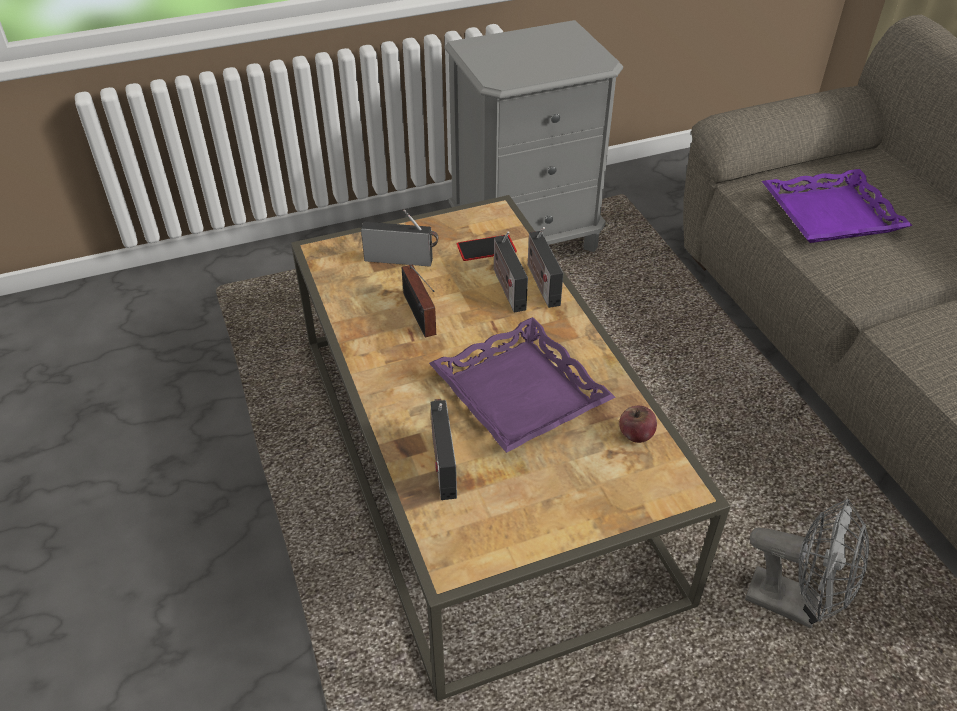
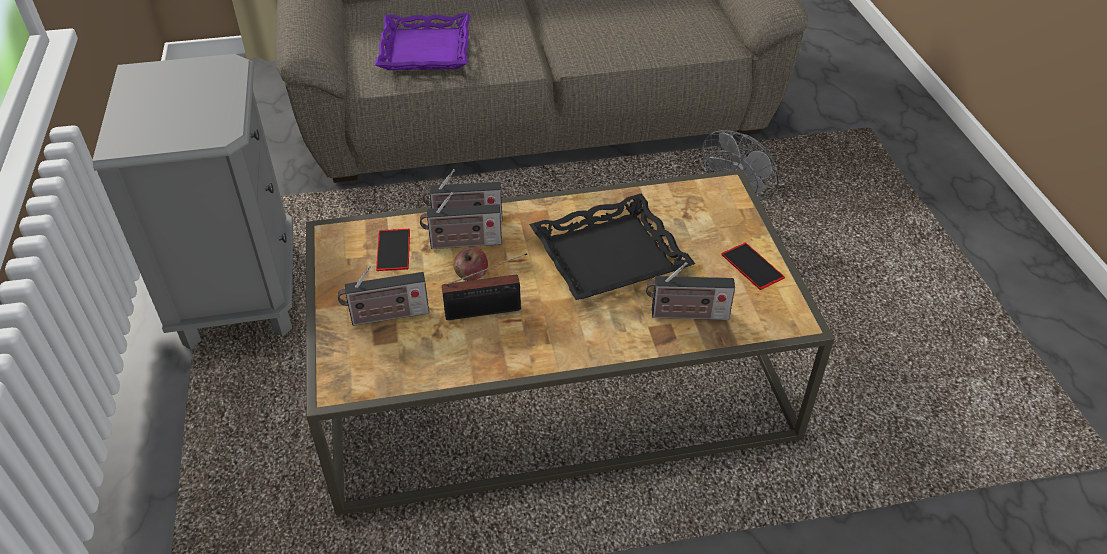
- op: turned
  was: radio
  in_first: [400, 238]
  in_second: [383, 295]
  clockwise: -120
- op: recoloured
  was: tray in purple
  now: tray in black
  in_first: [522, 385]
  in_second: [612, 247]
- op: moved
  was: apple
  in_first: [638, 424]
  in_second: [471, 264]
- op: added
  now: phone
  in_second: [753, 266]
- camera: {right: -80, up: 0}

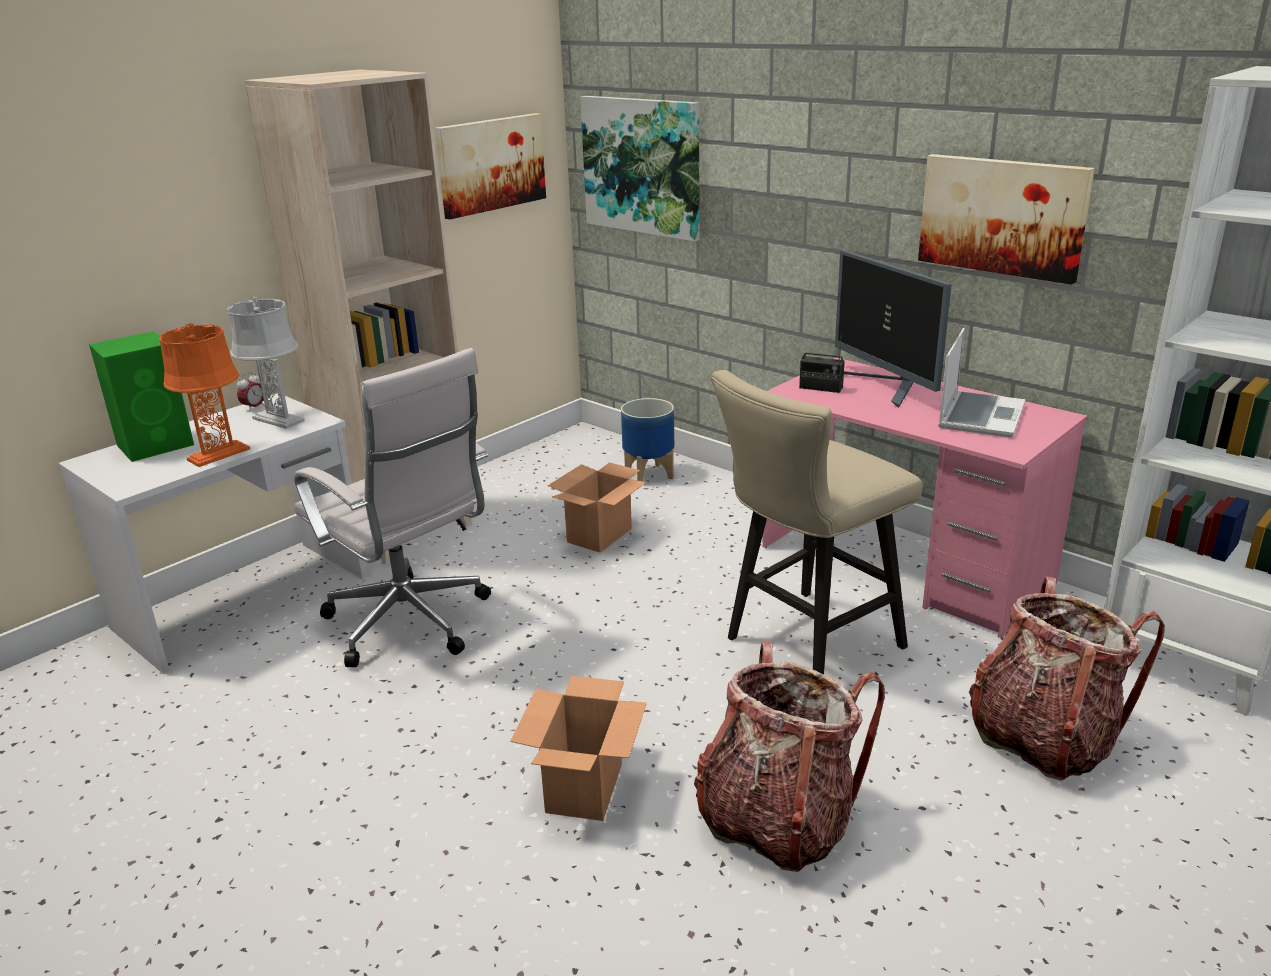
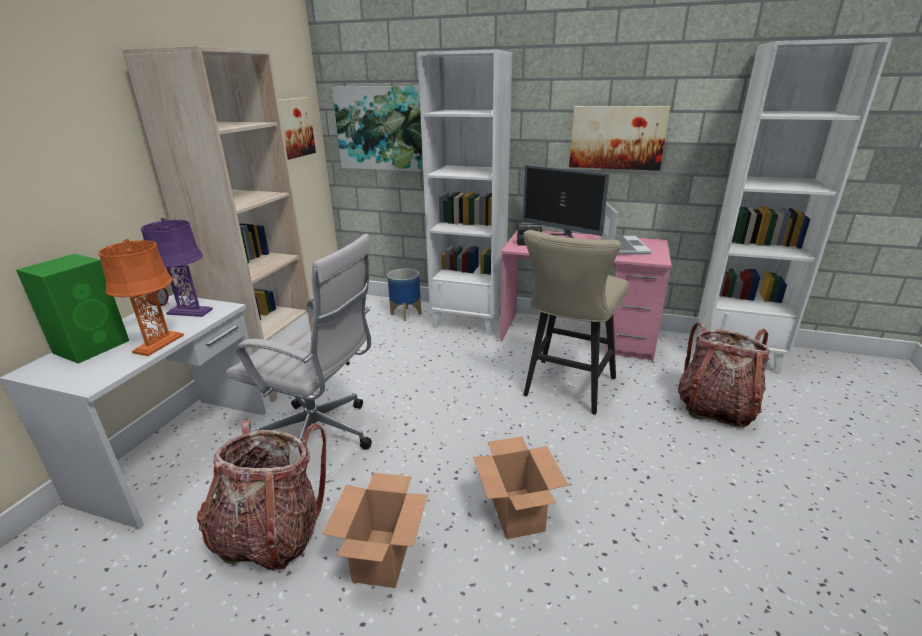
- op: recoloured
  was: table lamp in grey
  now: table lamp in purple
  in_first: [266, 363]
  in_second: [177, 267]
- op: moved
  was: cardboard box
  in_first: [597, 507]
  in_second: [375, 530]
- op: moved
  was: backpack
  in_first: [789, 757]
  in_second: [261, 495]
- op: added
  now: bookcase in white
  in_second: [465, 192]
- camera: {right: -25, up: 0}

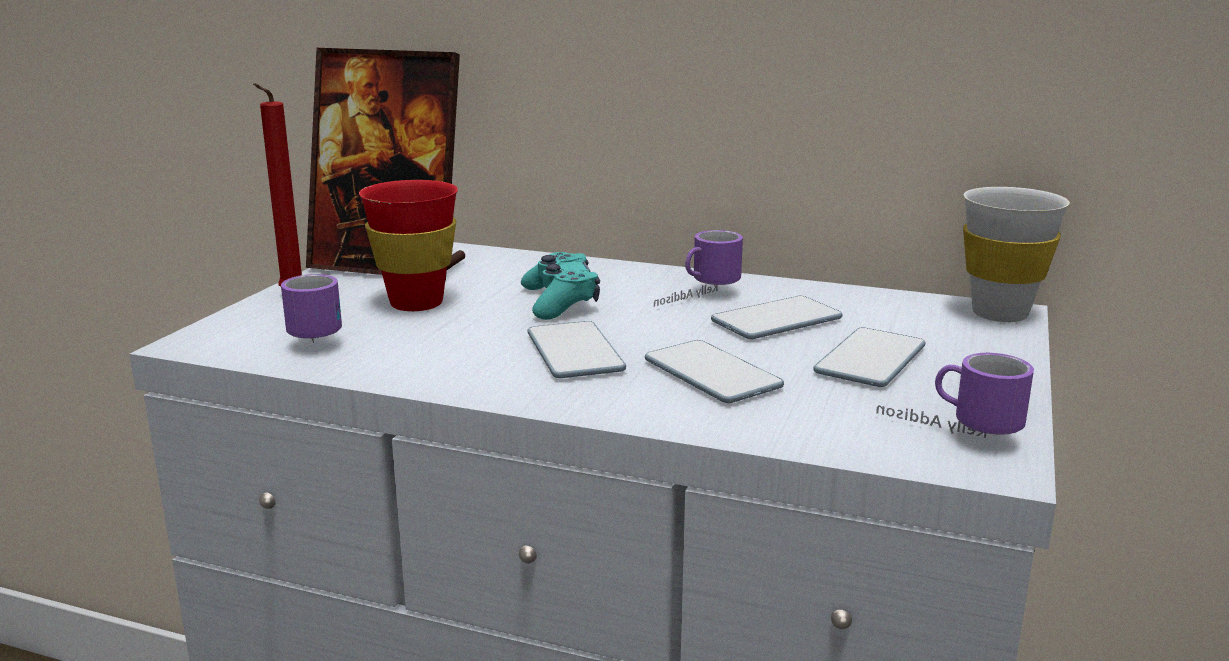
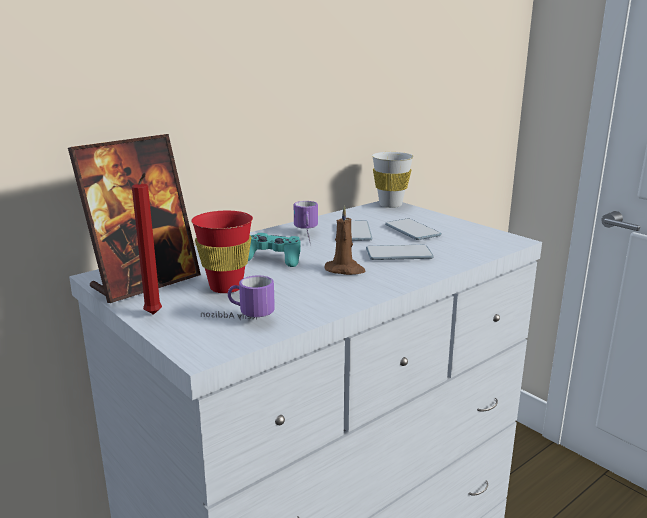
- op: replaced
  was: phone
  now: candle in brown
  in_first: [577, 349]
  in_second: [345, 240]
- op: removed
  was: mug
  in_first: [955, 395]
- camera: {right: -60, up: 0}

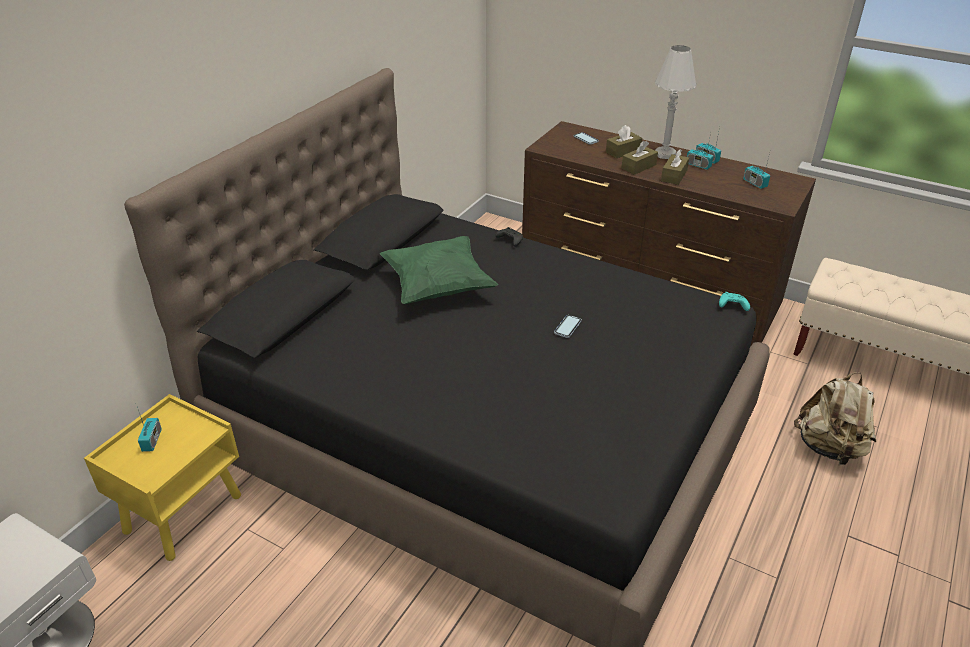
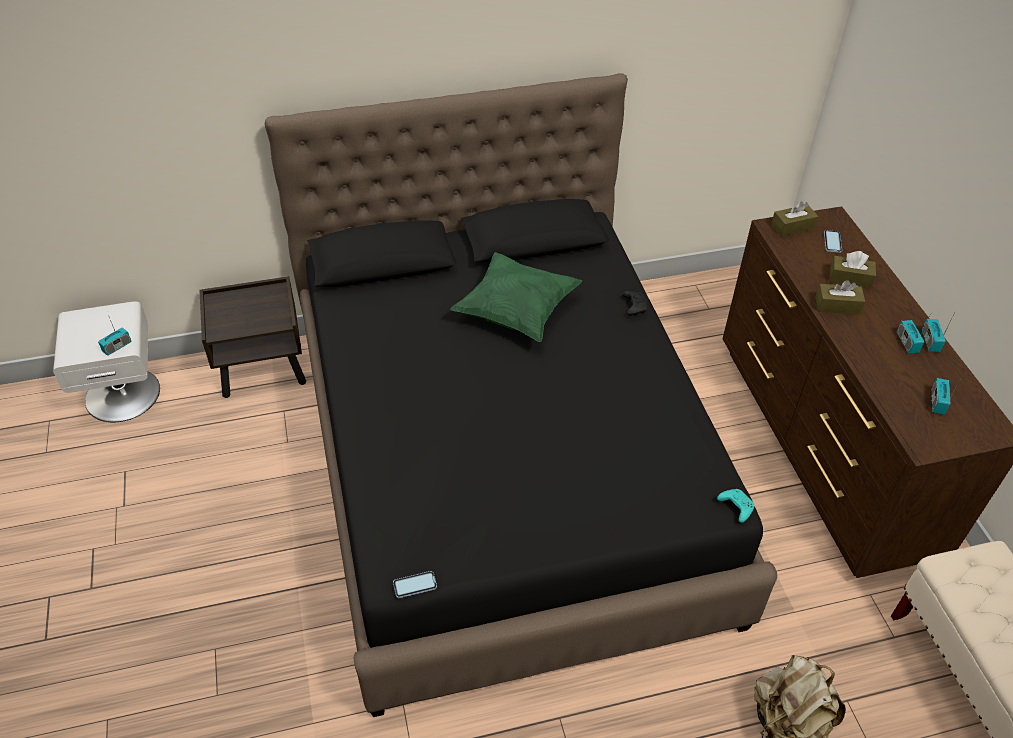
- op: recoloured
  was: nightstand in yellow
  now: nightstand in brown
  in_first: [162, 477]
  in_second: [253, 337]
- op: moved
  was: radio
  in_first: [149, 429]
  in_second: [114, 336]
- op: moved
  was: phone
  in_first: [568, 326]
  in_second: [415, 584]
- op: removed
  was: table lamp in white
  in_first: [676, 102]
- op: moved
  was: tissue box in brown
  in_first: [675, 167]
  in_second: [794, 219]
- camera: {right: 45, up: 10}

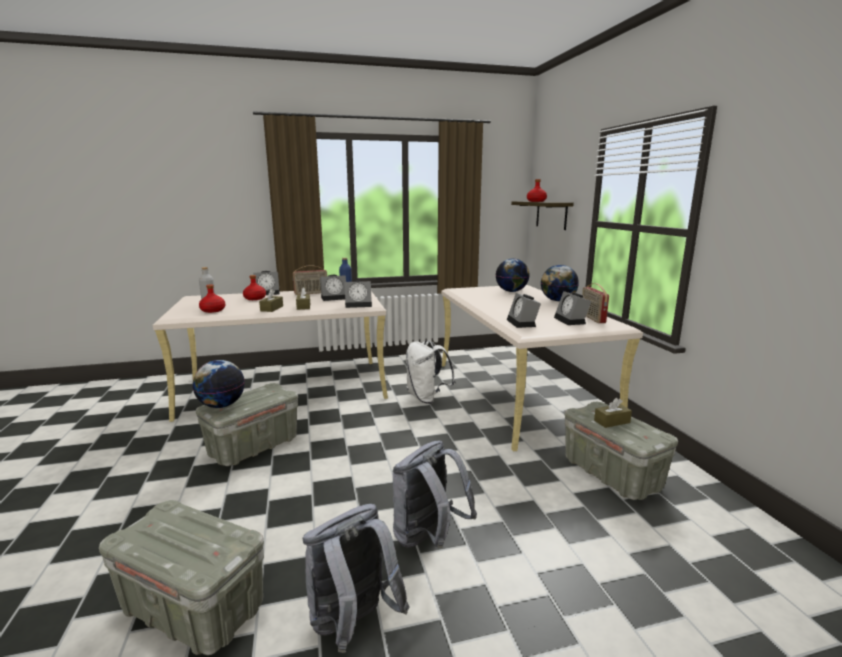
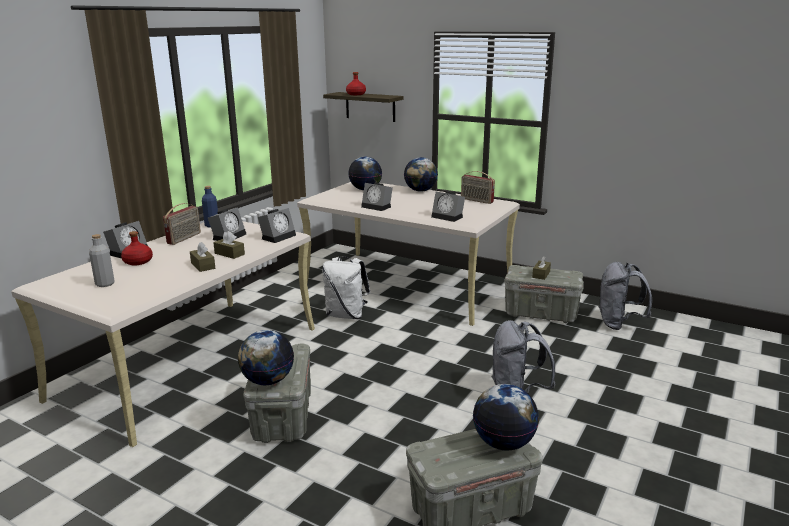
- op: removed
  was: bottle in red
  in_first: [212, 298]
- op: moved
  was: backpack in grey
  in_first: [356, 578]
  in_second: [625, 296]
- op: moved
  was: alarm clock
  in_first: [572, 308]
  in_second: [377, 197]
- op: added
  now: globe
  in_second: [506, 417]
- camera: {right: -45, up: 5}

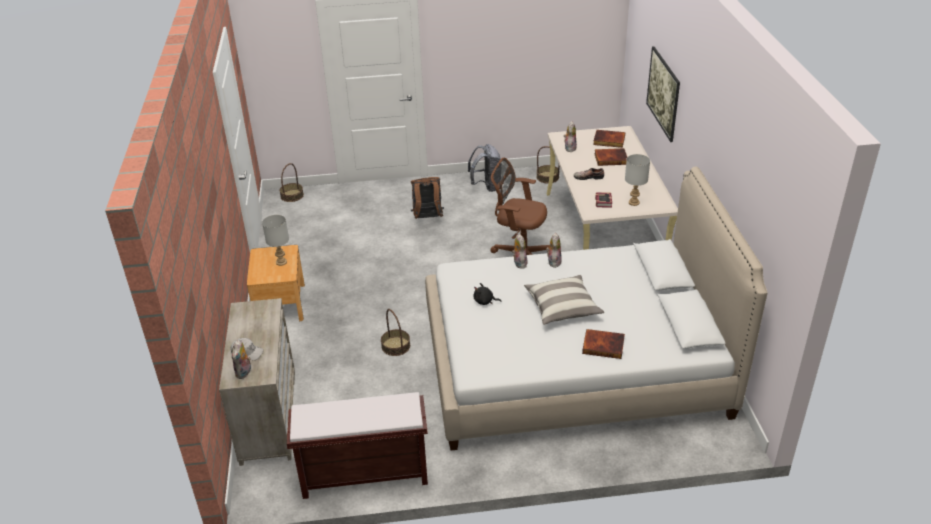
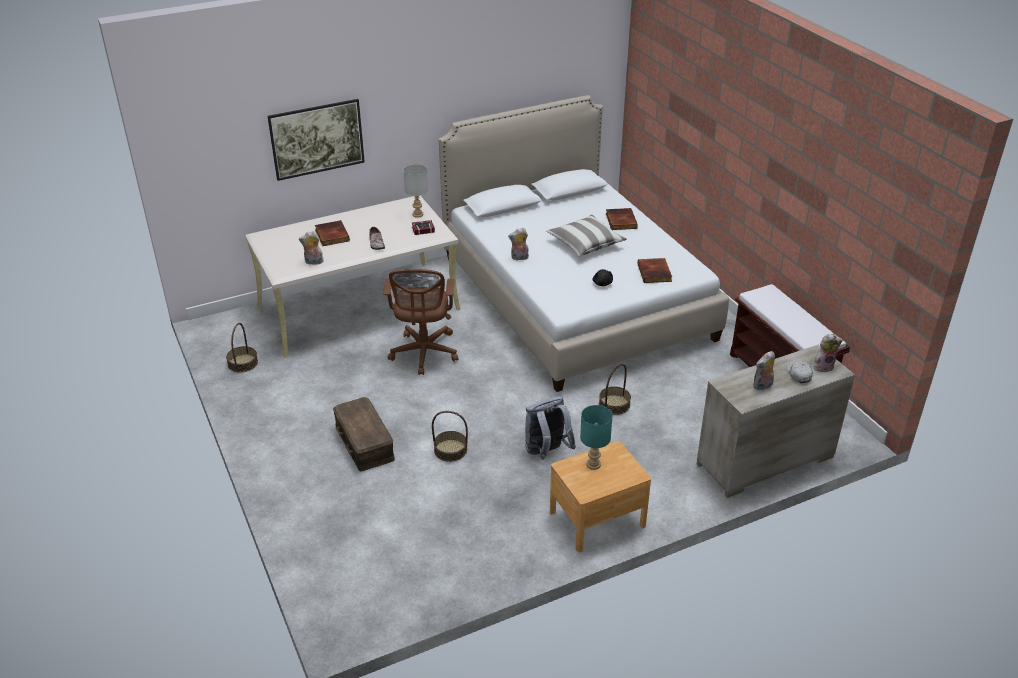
- op: recoloured
  was: table lamp in grey
  now: table lamp in turquoise
  in_first: [275, 240]
  in_second: [596, 437]
- op: moved
  was: basket
  in_first: [291, 182]
  in_second: [450, 436]
- op: replaced
  was: backpack in brown
  now: storage box in brown
  in_first: [427, 198]
  in_second: [364, 434]
- op: moved
  was: backpack in grey
  in_first: [485, 168]
  in_second: [550, 428]
- op: moved
  was: plush toy
  in_first: [519, 251]
  in_second: [764, 370]
- op: moved
  was: book
  in_first: [609, 139]
  in_second: [654, 270]
- camera: {right: -110, up: 0}

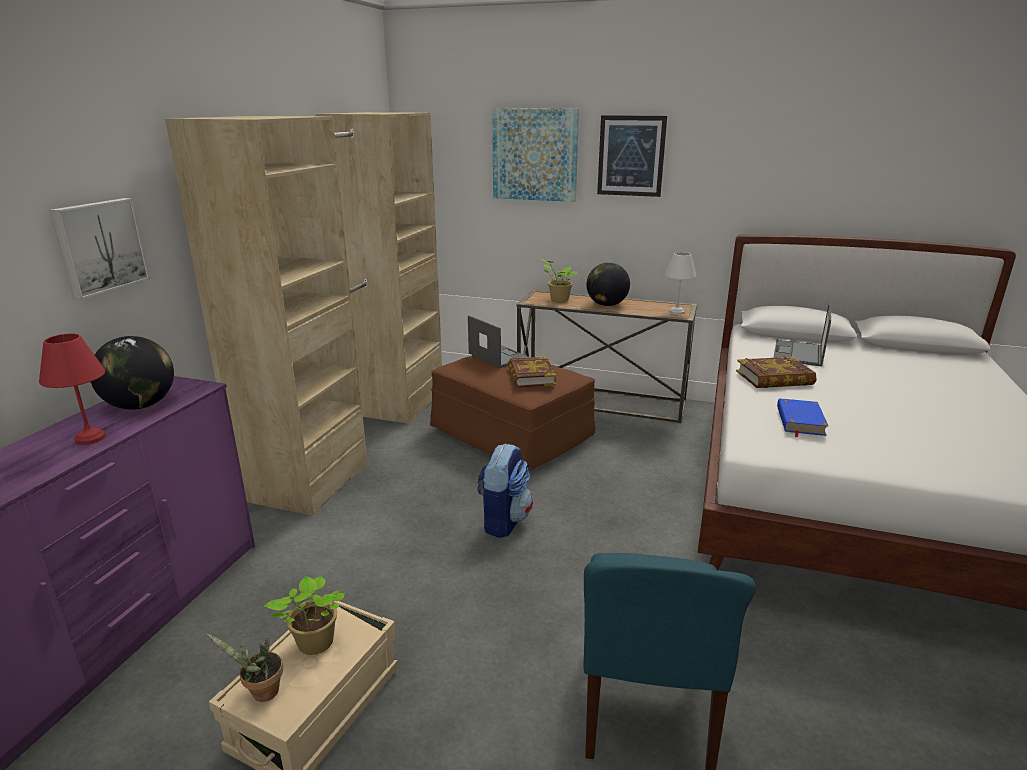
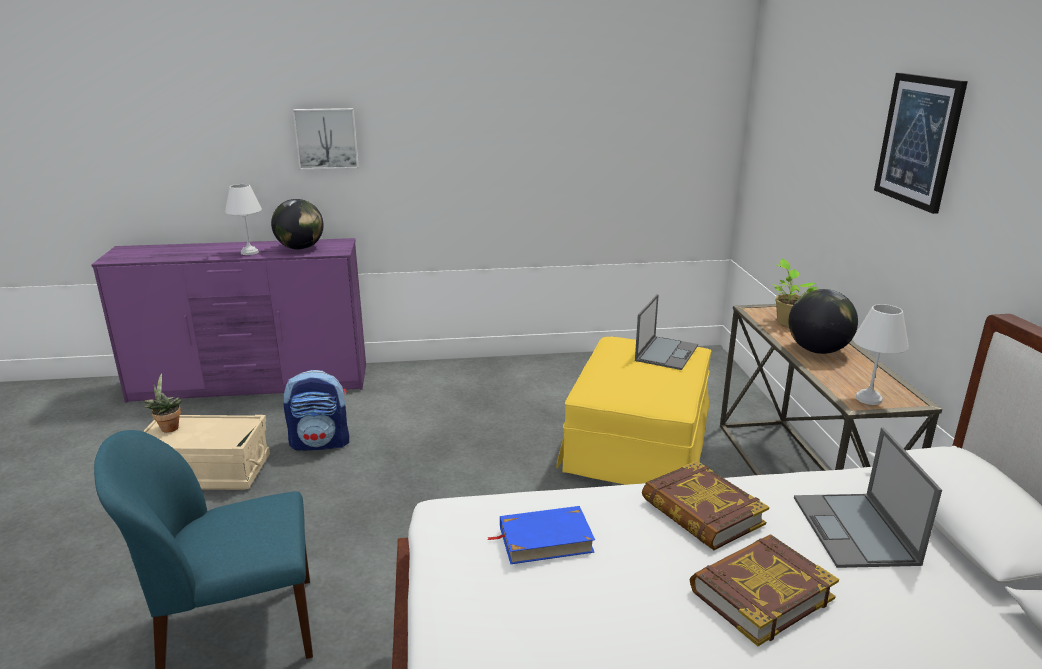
- op: recoloured
  was: table lamp in red
  now: table lamp in white
  in_first: [72, 389]
  in_second: [243, 219]
- op: removed
  was: wardrobe in beige
  in_first: [303, 314]
- op: removed
  was: potted plant
  in_first: [304, 615]
- op: recoloured
  was: ottoman in brown
  now: ottoman in yellow
  in_first: [512, 412]
  in_second: [633, 411]
- op: moved
  was: backpack
  in_first: [505, 491]
  in_second: [316, 410]
- op: removed
  was: picture
  in_first: [535, 155]
- op: moved
  was: book
  in_first: [532, 371]
  in_second: [764, 590]
- op: turned
  was: laptop
  in_first: [802, 335]
  in_second: [868, 498]
  clockwise: -90
- camera: {right: 65, up: 0}

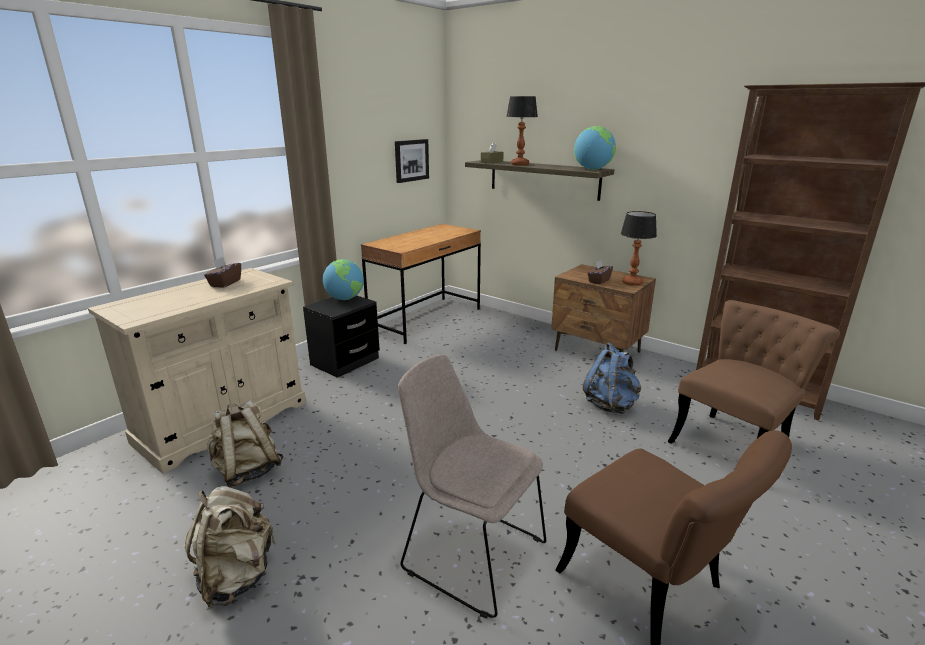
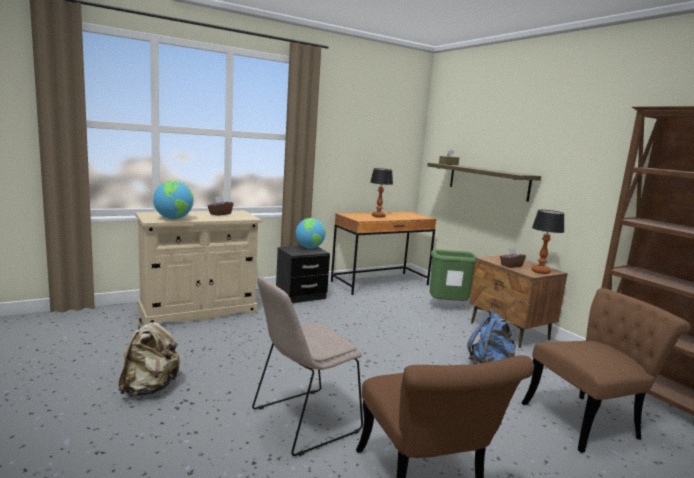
- op: removed
  was: backpack in beige
  in_first: [245, 443]
- op: removed
  was: picture
  in_first: [412, 161]
- op: turned
  was: chair in beige
  in_first: [472, 487]
  in_second: [307, 366]
  clockwise: -90
- op: moved
  was: table lamp
  in_first: [522, 130]
  in_second: [381, 193]
- op: moved
  was: globe
  in_first: [595, 148]
  in_second: [173, 200]
- op: added
  now: trash can in green
  in_second: [453, 275]
- camera: {right: 20, up: -10}

